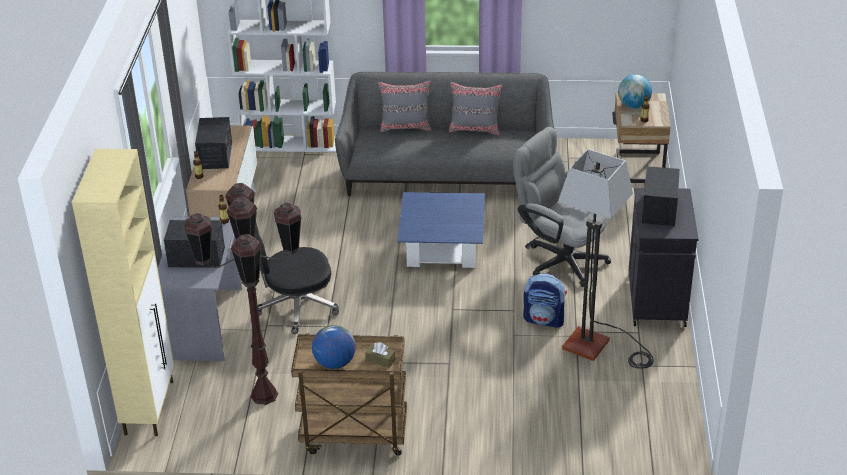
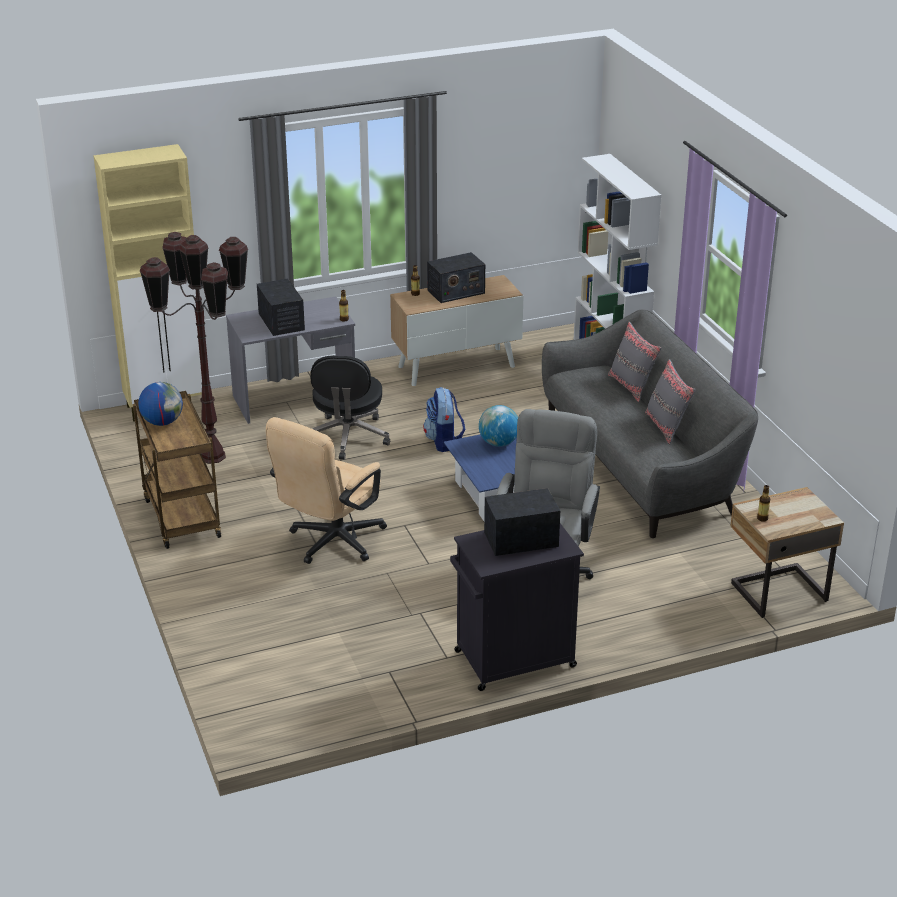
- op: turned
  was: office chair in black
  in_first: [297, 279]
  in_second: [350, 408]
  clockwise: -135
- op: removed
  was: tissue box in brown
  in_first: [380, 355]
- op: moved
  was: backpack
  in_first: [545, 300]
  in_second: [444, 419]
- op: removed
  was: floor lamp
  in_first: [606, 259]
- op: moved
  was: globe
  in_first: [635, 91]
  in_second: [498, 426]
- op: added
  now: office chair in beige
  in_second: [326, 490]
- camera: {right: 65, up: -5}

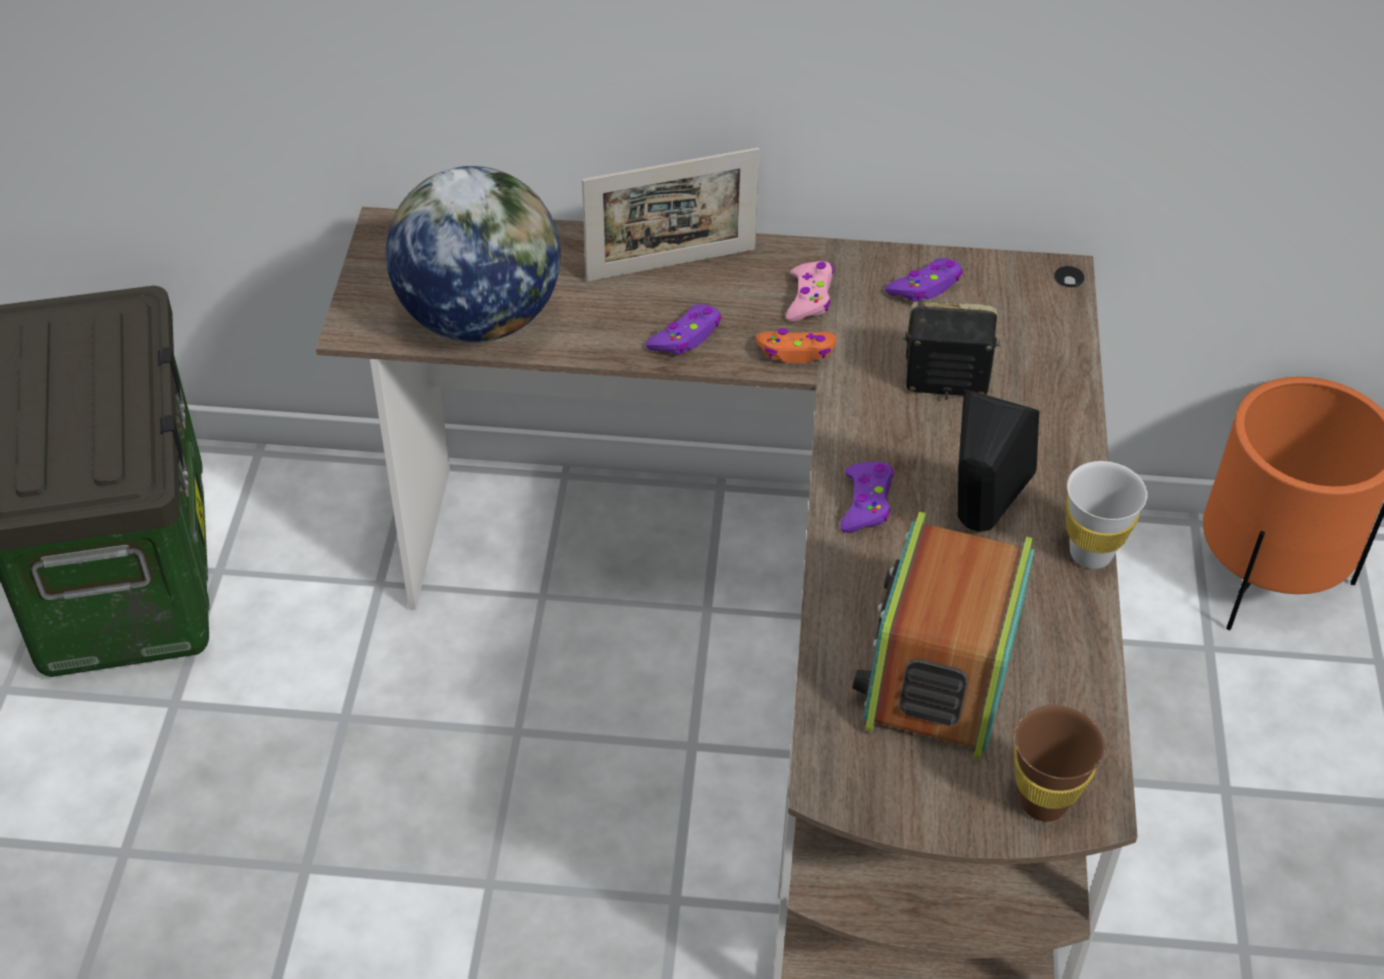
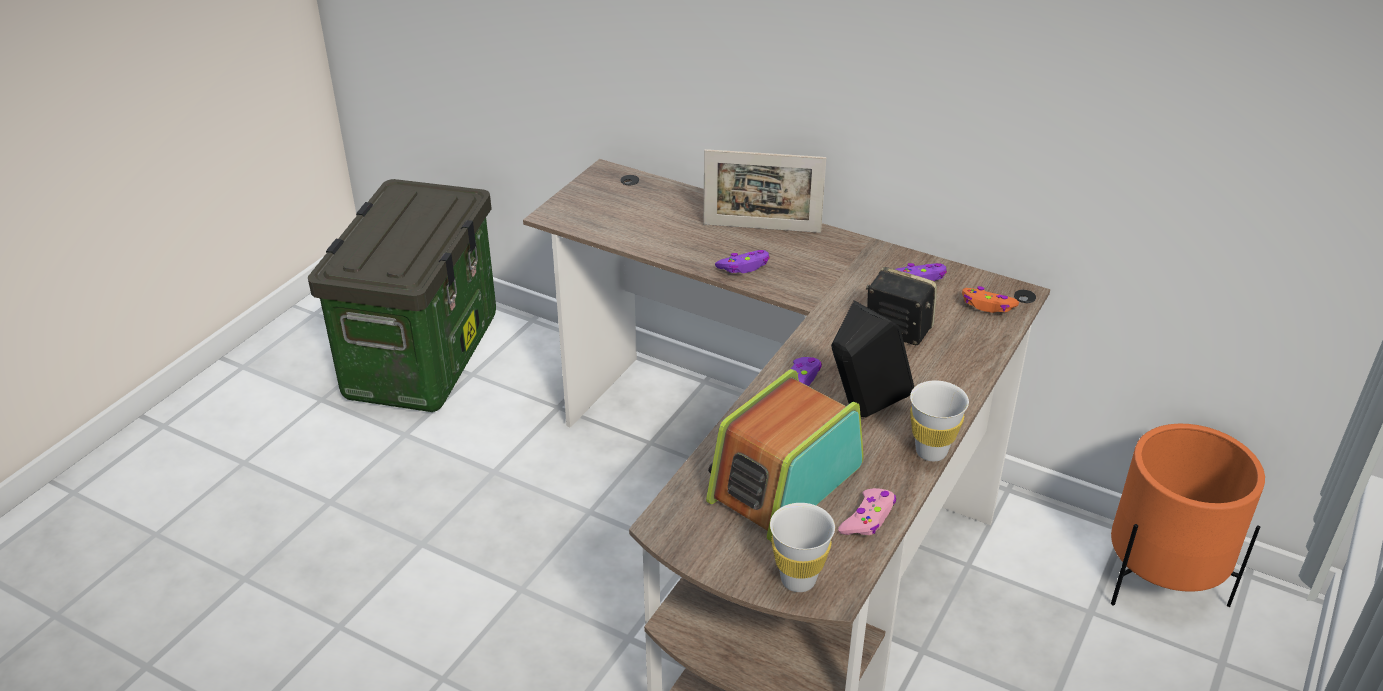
- op: removed
  was: globe
  in_first: [473, 254]
- op: moved
  was: game controller in orange
  in_first: [796, 345]
  in_second: [990, 299]
- op: moved
  was: game controller in pink
  in_first: [810, 291]
  in_second: [867, 511]
- op: recoloured
  was: cup in brown
  now: cup in white
  in_first: [1059, 763]
  in_second: [802, 547]
- camera: {right: 25, up: -10}

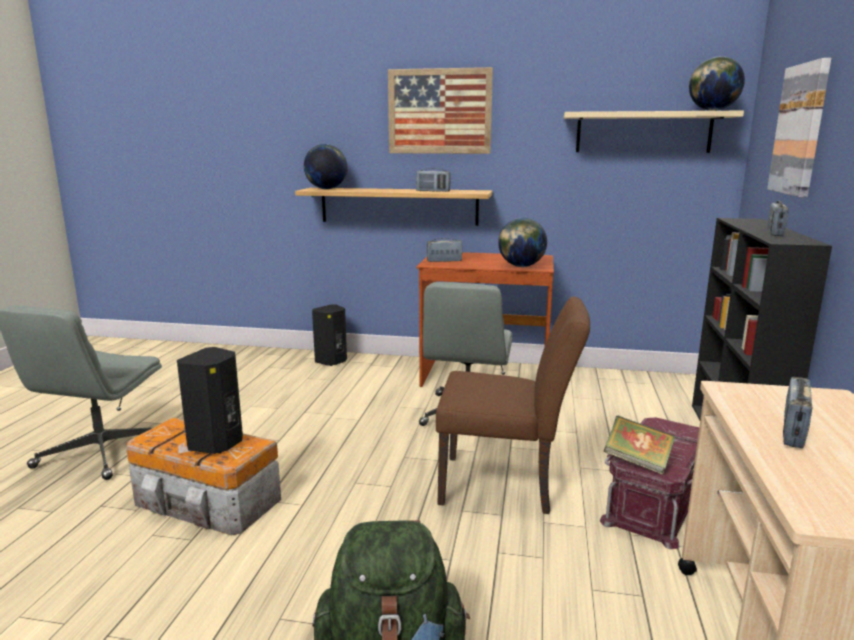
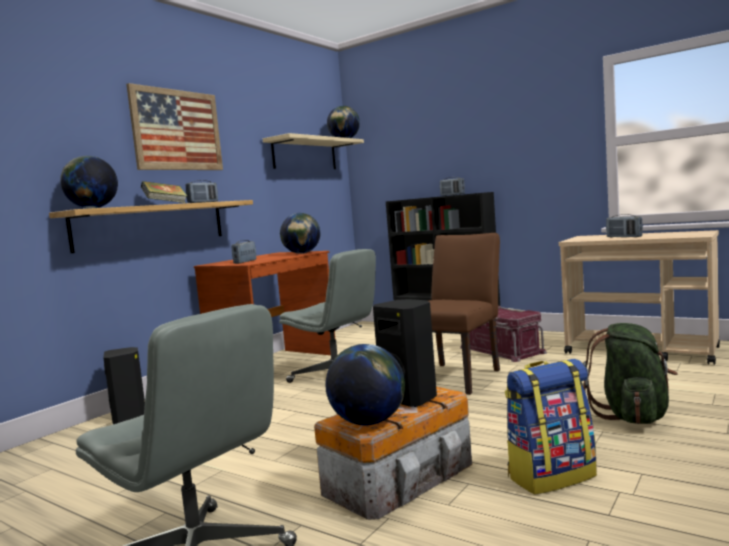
- op: moved
  was: book
  in_first: [639, 445]
  in_second: [164, 192]
- op: removed
  was: picture
  in_first: [799, 128]
- op: added
  now: globe
  in_second: [365, 385]
- op: added
  now: backpack
  in_second: [551, 427]
- camera: {right: -65, up: -10}

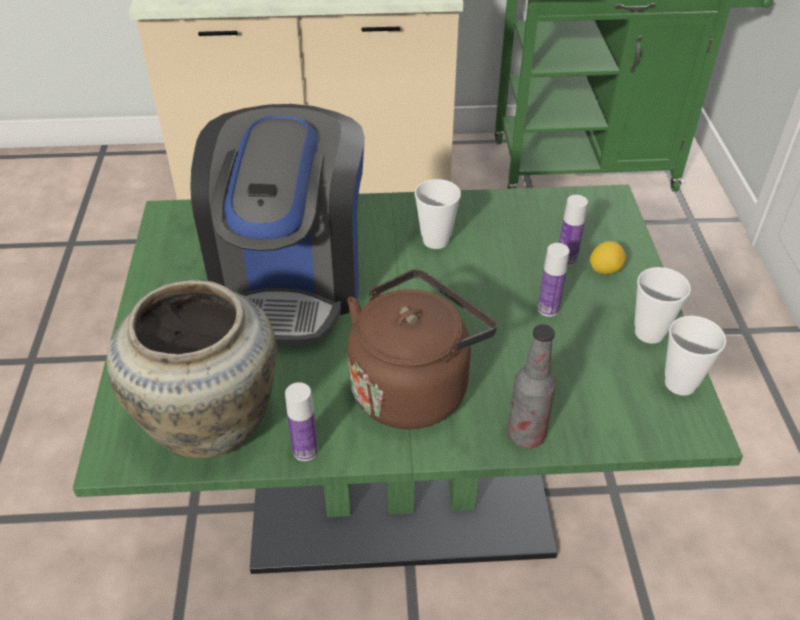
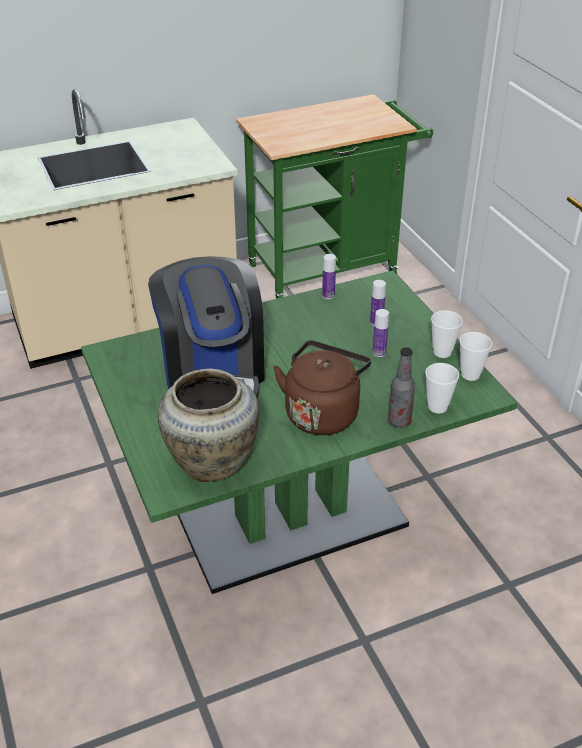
- op: moved
  was: bottle
  in_first: [301, 421]
  in_second: [329, 276]
- op: moved
  was: cup
  in_first: [438, 214]
  in_second: [442, 388]
- op: removed
  was: lemon
  in_first: [608, 258]
- camera: {right: -20, up: -5}

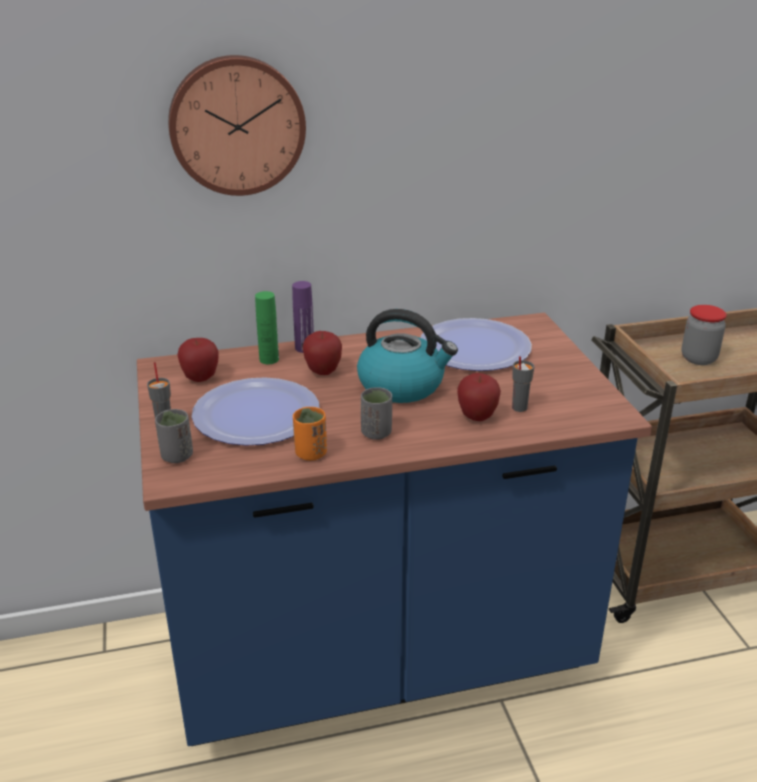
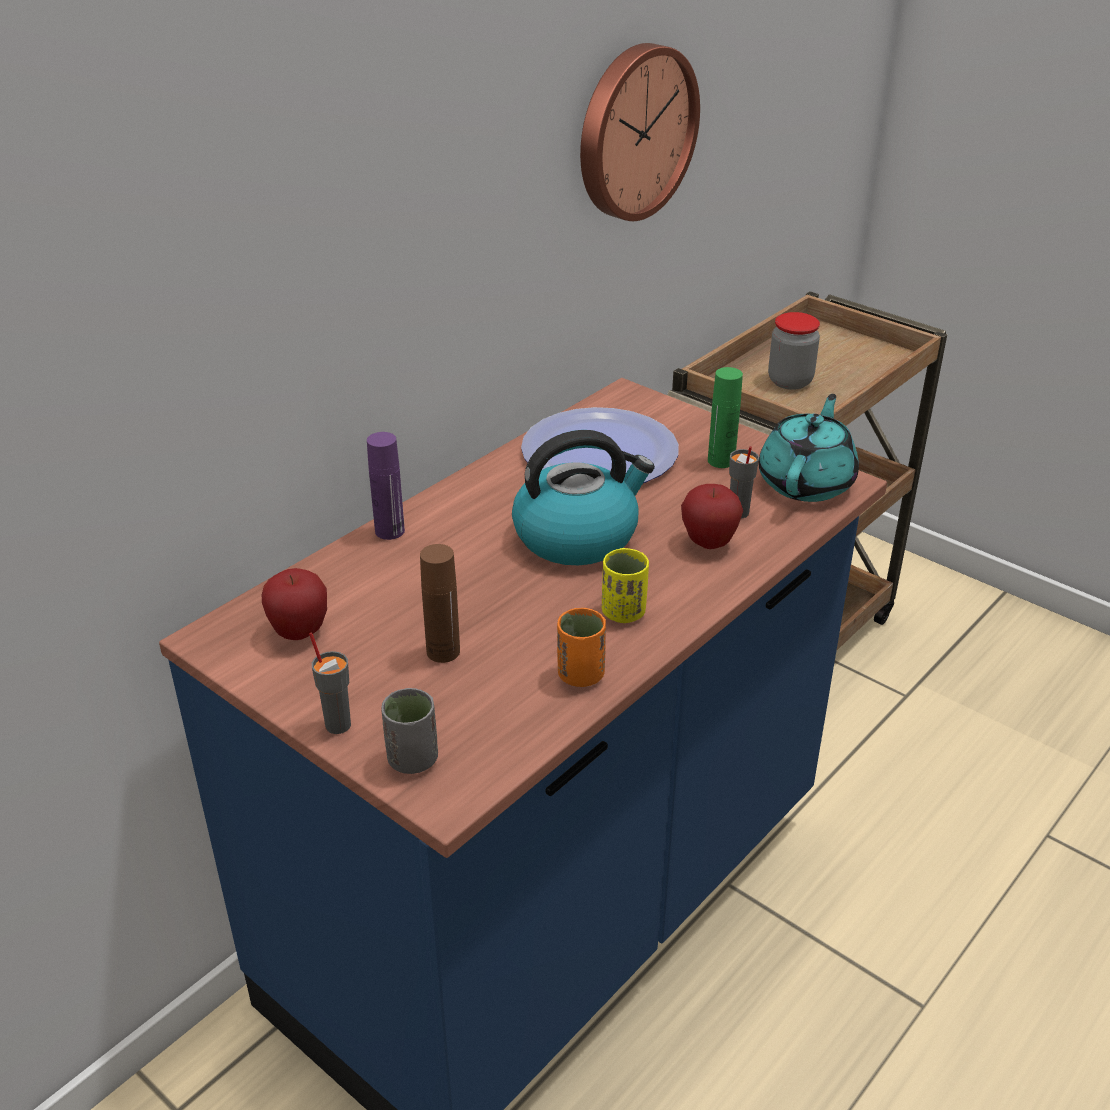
- op: moved
  was: wall clock
  in_first: [237, 125]
  in_second: [640, 132]
- op: replaced
  was: plate
  now: bottle in brown
  in_first: [255, 411]
  in_second: [440, 603]
- op: moved
  was: bottle in green
  in_first: [267, 327]
  in_second: [725, 417]
- op: removed
  was: apple
  in_first: [322, 353]
- op: recoloured
  was: cup in grey
  now: cup in yellow
  in_first: [377, 413]
  in_second: [625, 585]
- op: added
  now: teapot in turquoise
  in_second: [808, 448]
- camera: {right: -35, up: 5}

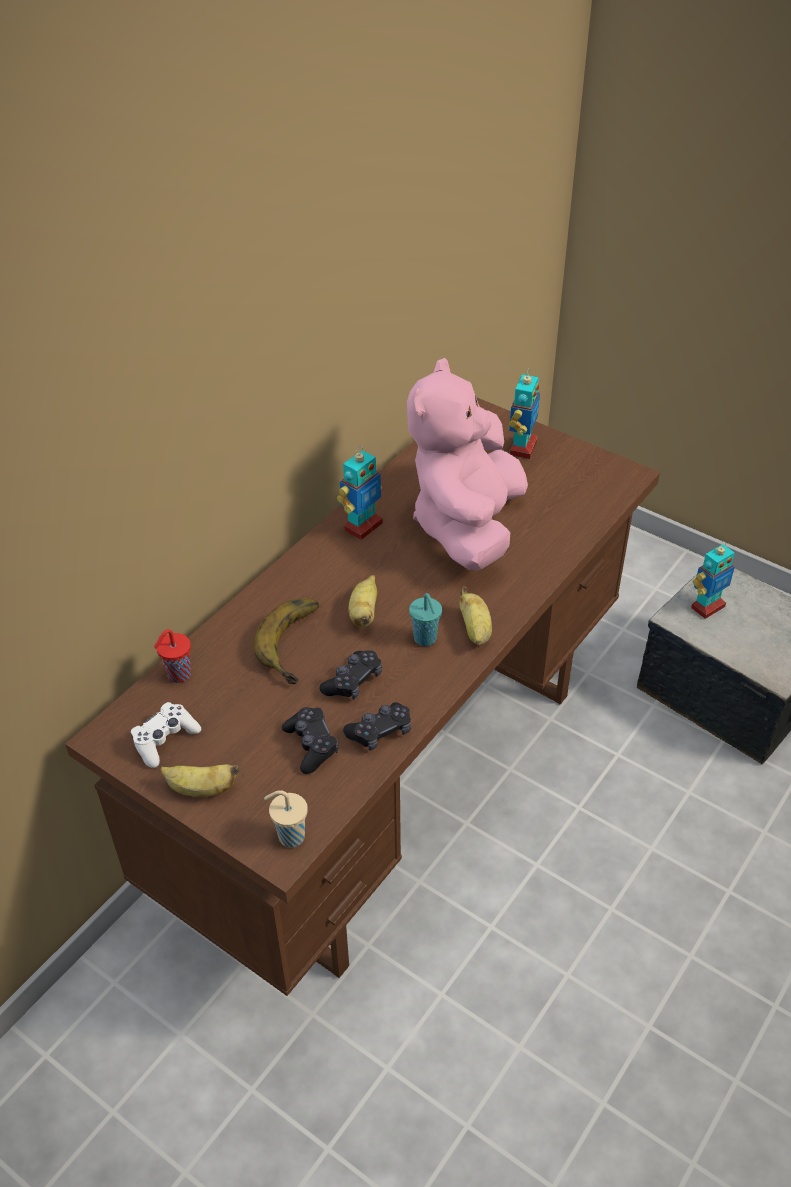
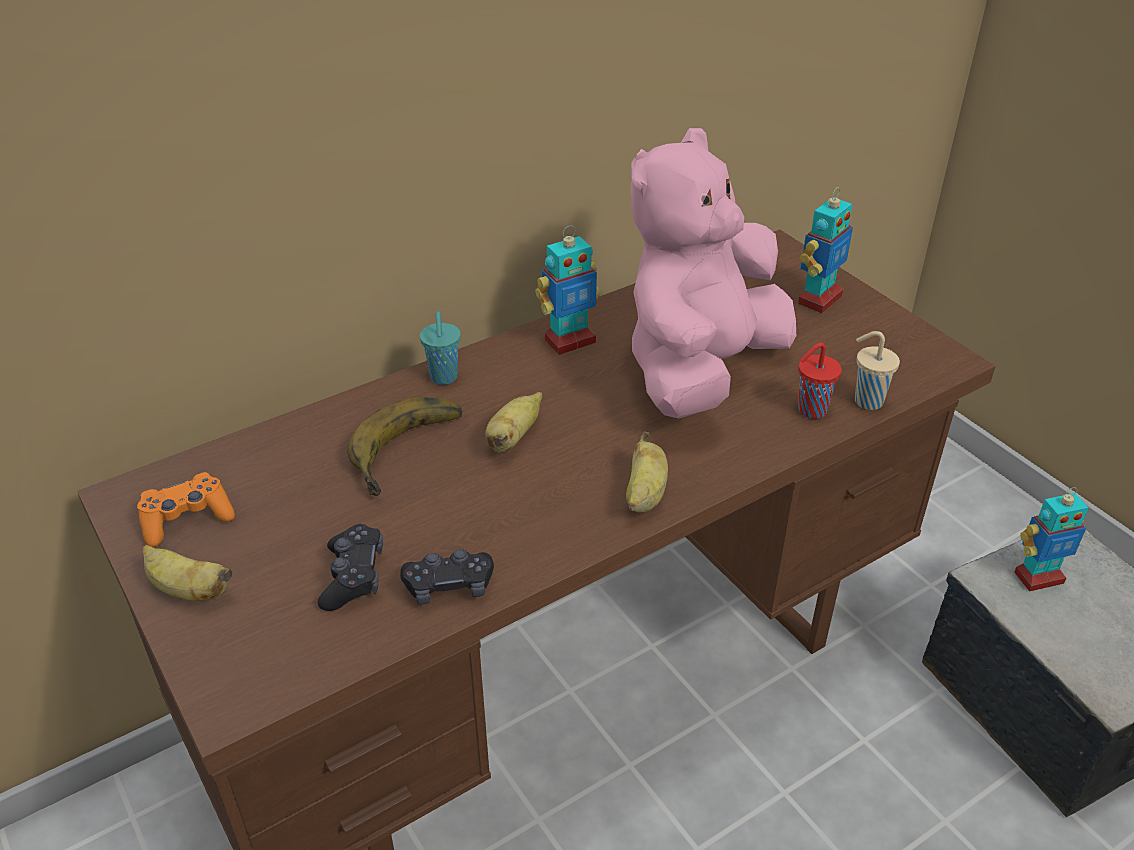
- op: recoloured
  was: game controller in white
  now: game controller in orange
  in_first: [166, 735]
  in_second: [186, 509]
- op: moved
  was: cup in red
  in_first: [172, 656]
  in_second: [820, 380]
- op: moved
  was: cup in beige
  in_first: [286, 819]
  in_second: [877, 370]
- op: removed
  was: game controller in black
  in_first: [350, 675]
- op: moved
  was: cup in turquoise
  in_first: [425, 619]
  in_second: [440, 348]
- camera: {right: 20, up: -5}

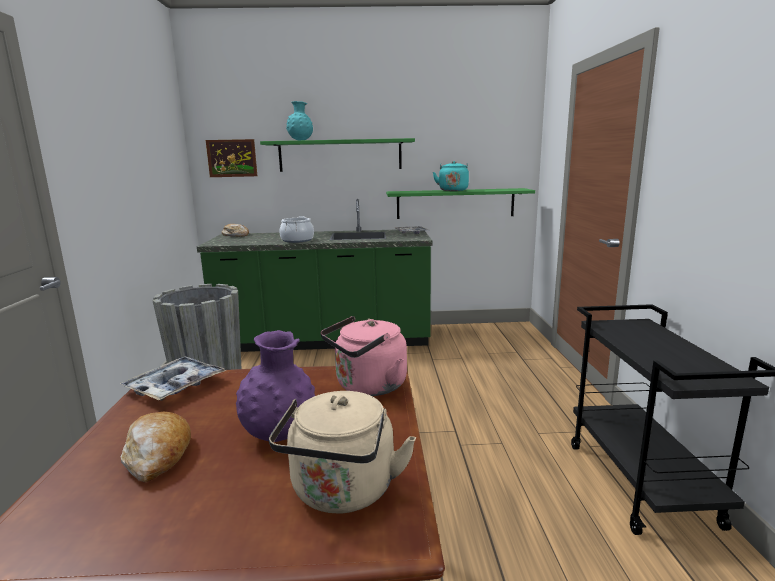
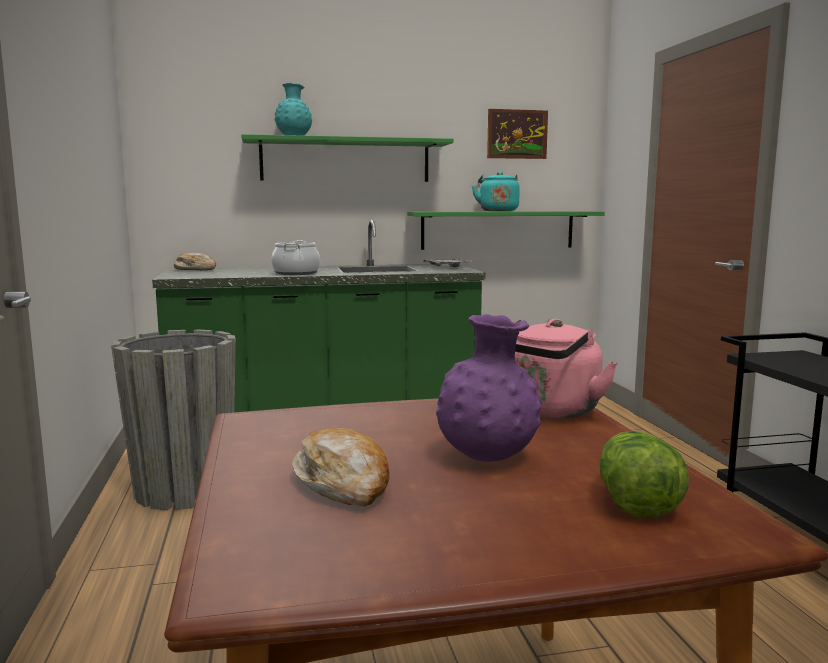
- op: removed
  was: tray
  in_first: [173, 379]
- op: moved
  was: picture
  in_first: [231, 158]
  in_second: [517, 134]
- op: replaced
  was: kettle in beige
  now: lettuce
  in_first: [342, 452]
  in_second: [644, 474]
- camera: {right: -10, up: -5}

